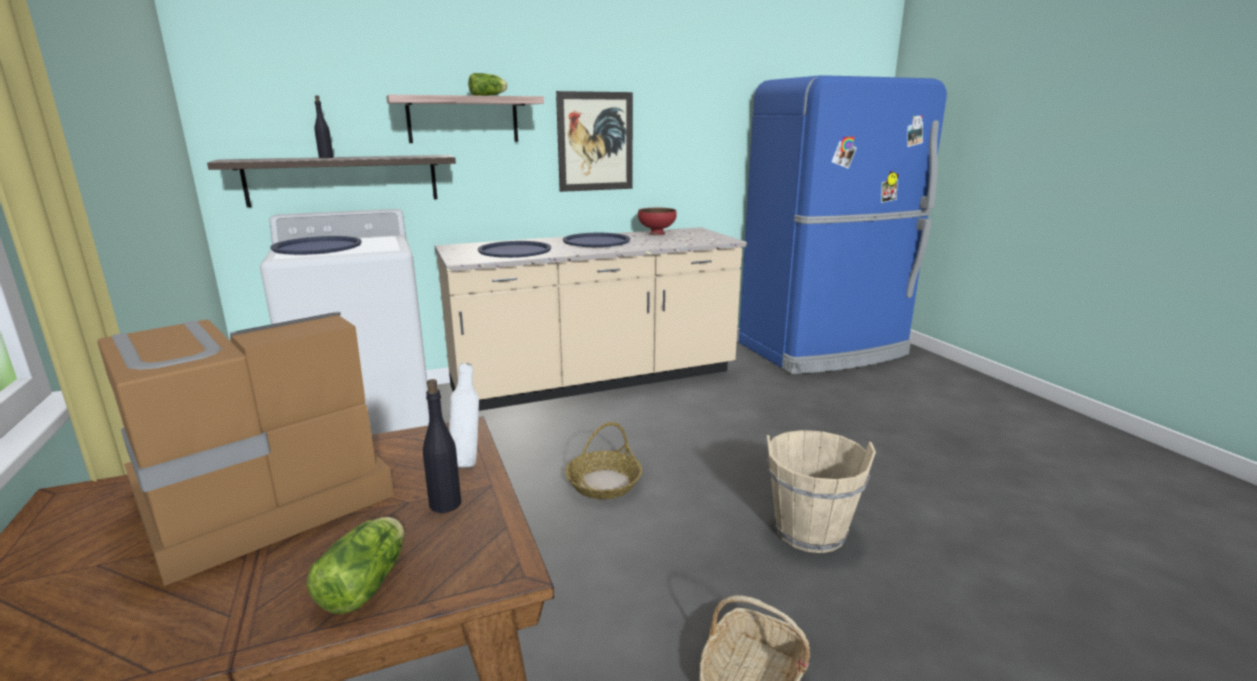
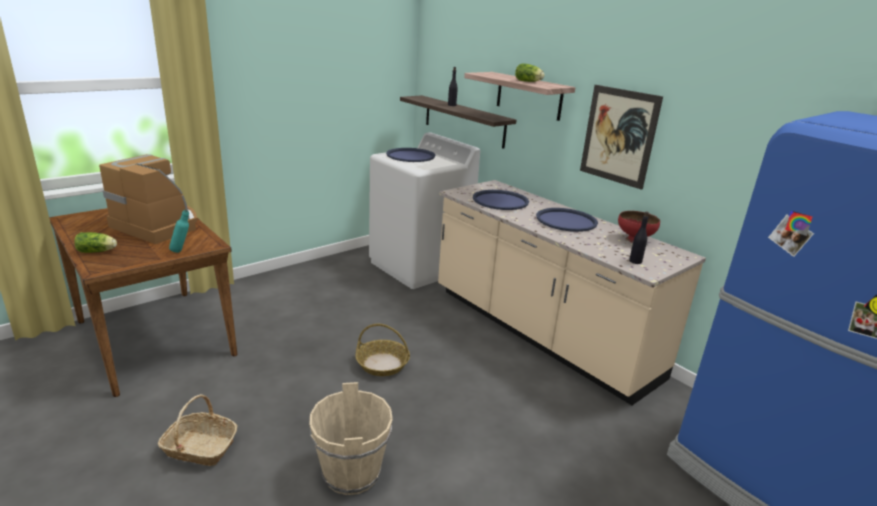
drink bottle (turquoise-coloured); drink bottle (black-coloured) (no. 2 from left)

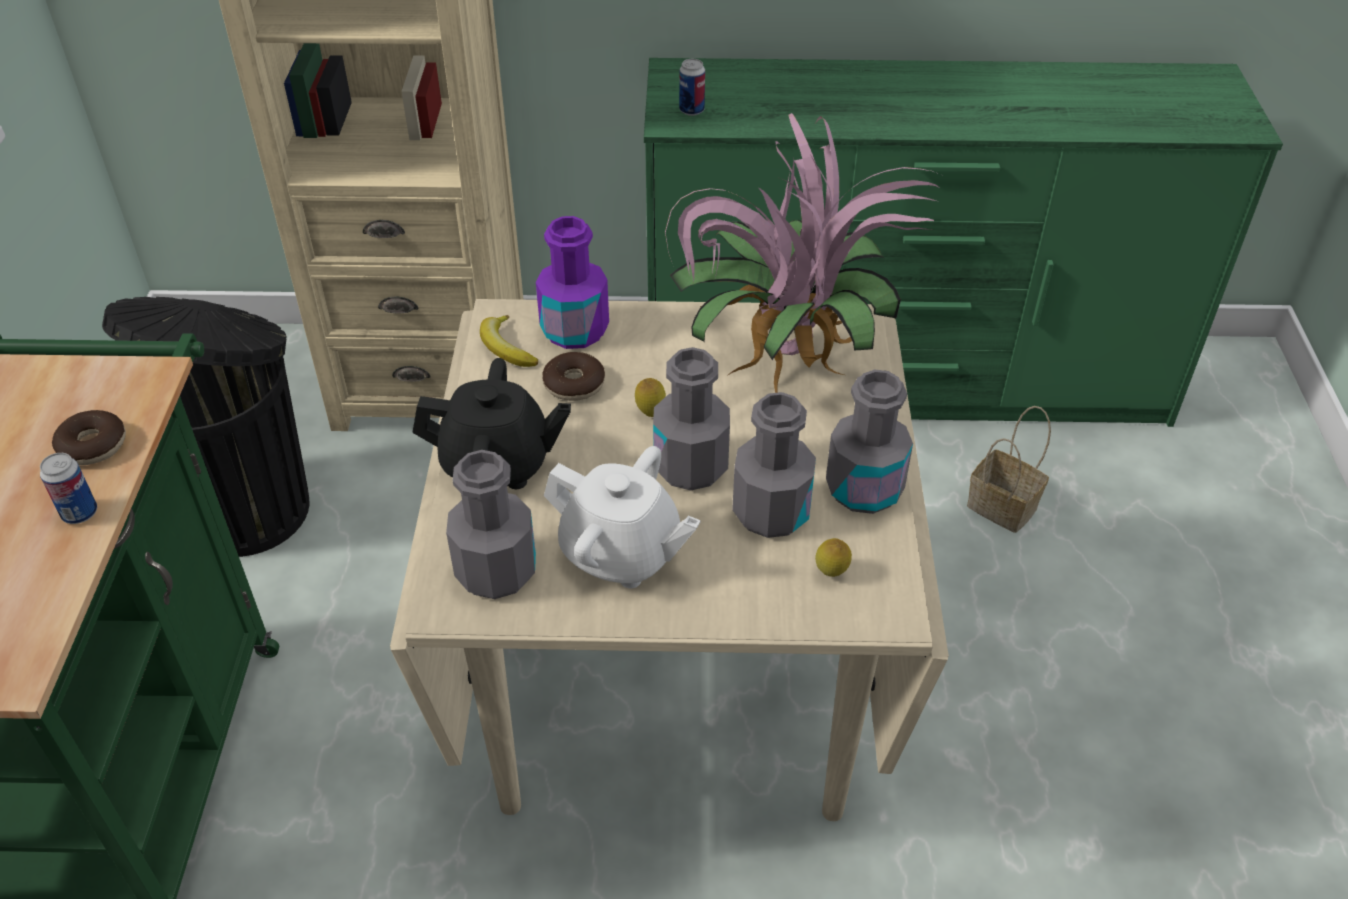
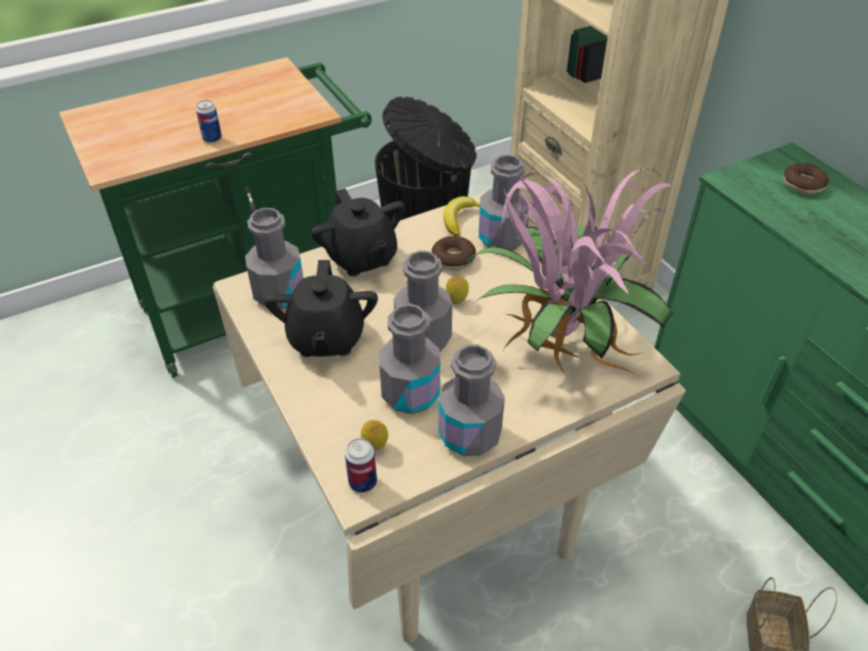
sealed can (no. 2 from left); drink bottle (gray) (no. 5 from left); ring doughnut (no. 2 from left); tea pot (black-coloured) (no. 1 from left)

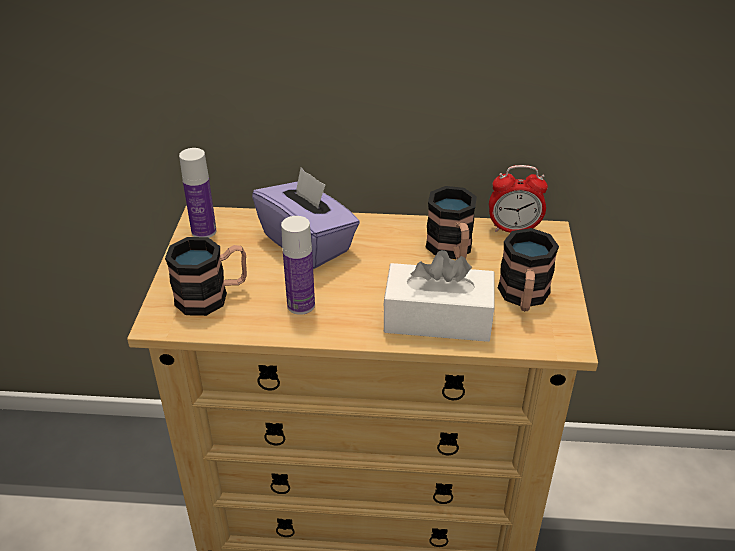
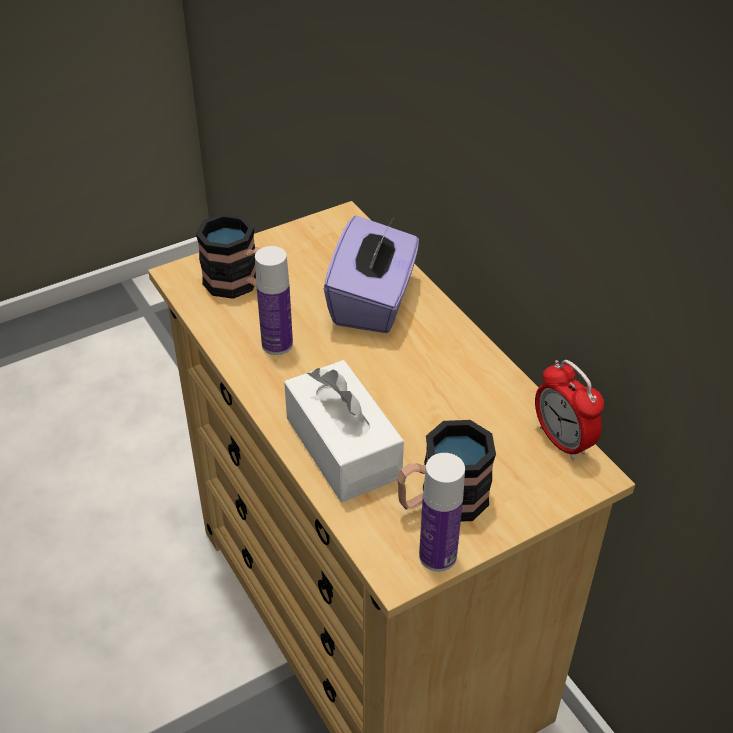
drink bottle (no. 2 from left); coffee mug (no. 2 from left in the first image)

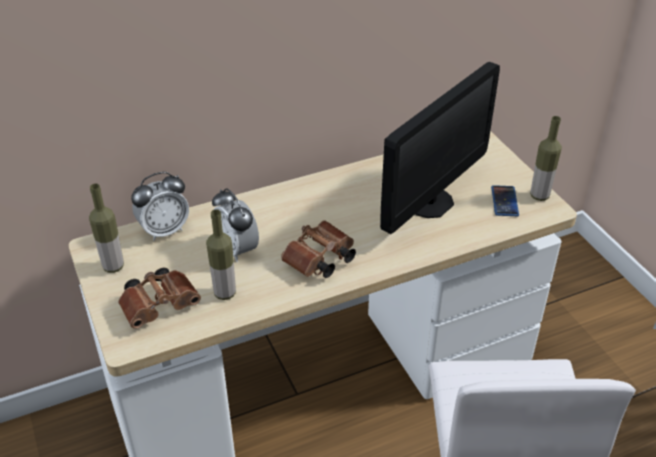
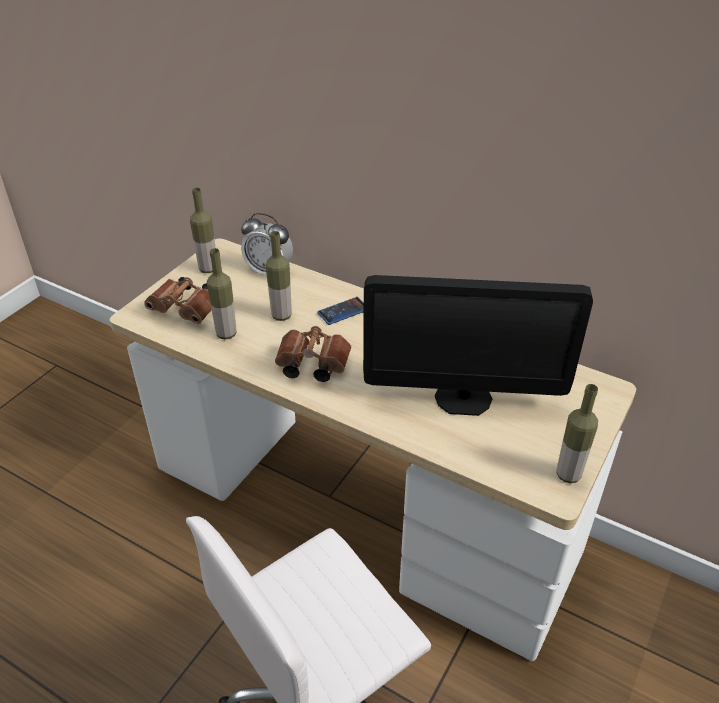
telephone; drink bottle (no. 3 from left)

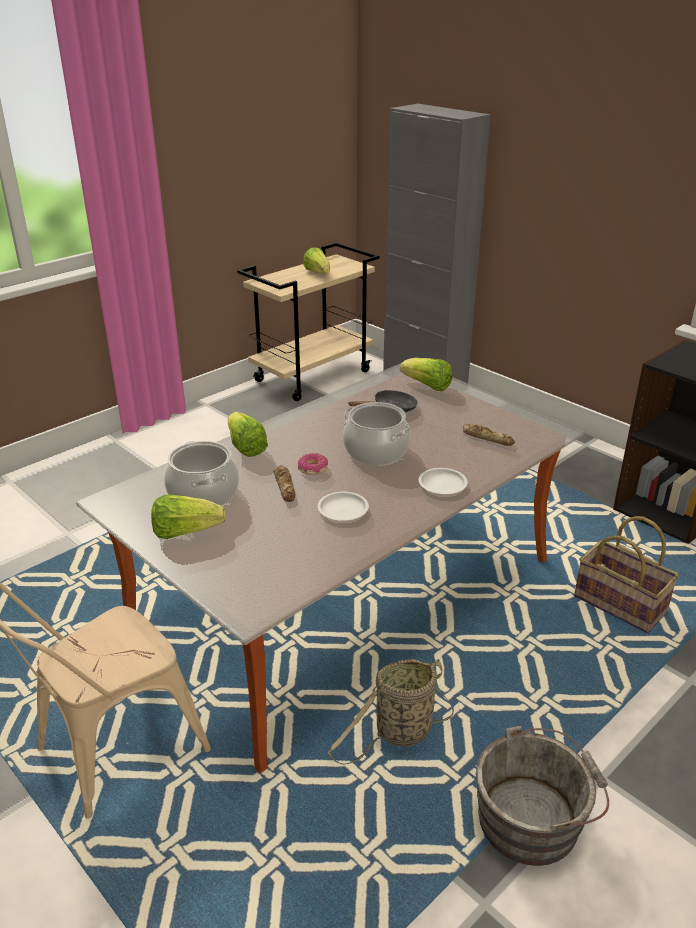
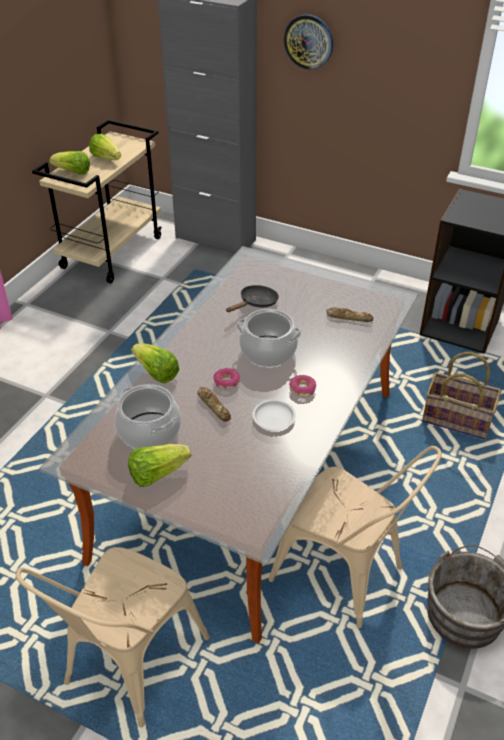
lettuce head (no. 1 from left); flat dish (white-coloured) (no. 2 from left in the first image); plain chair (beige-coloured) (no. 2 from left); clock on the wall; ring doughnut (no. 2 from left)

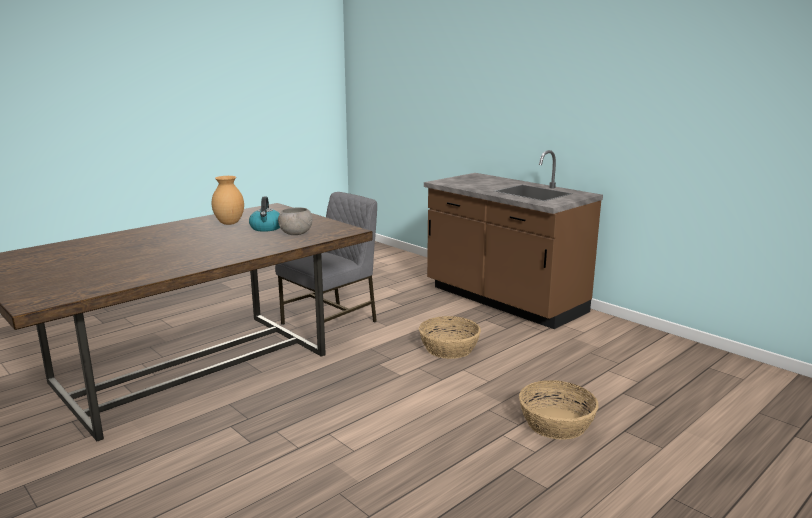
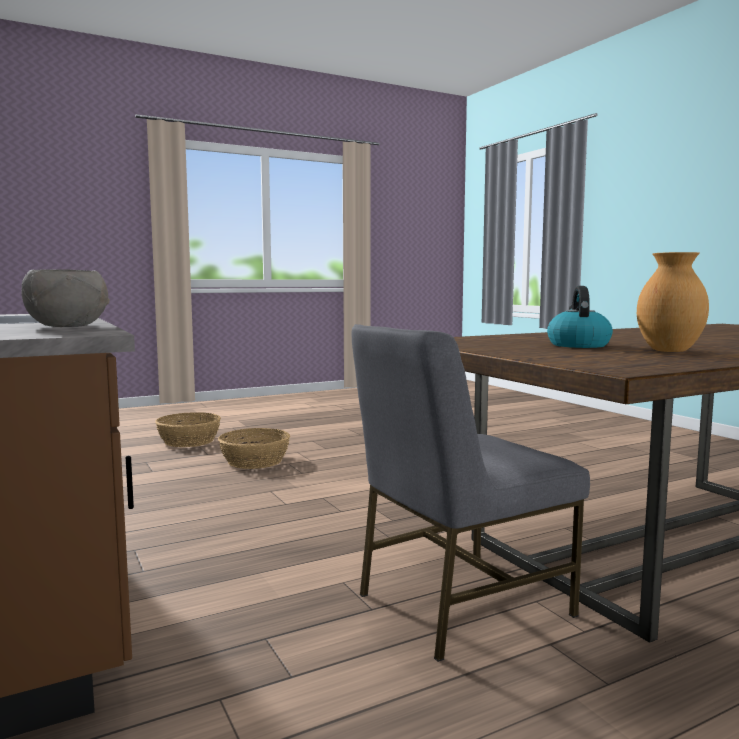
serving bowl (gray); basket (no. 1 from left)

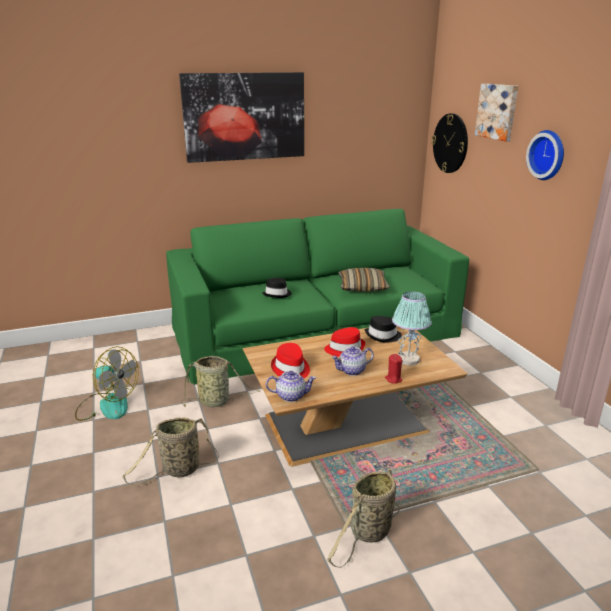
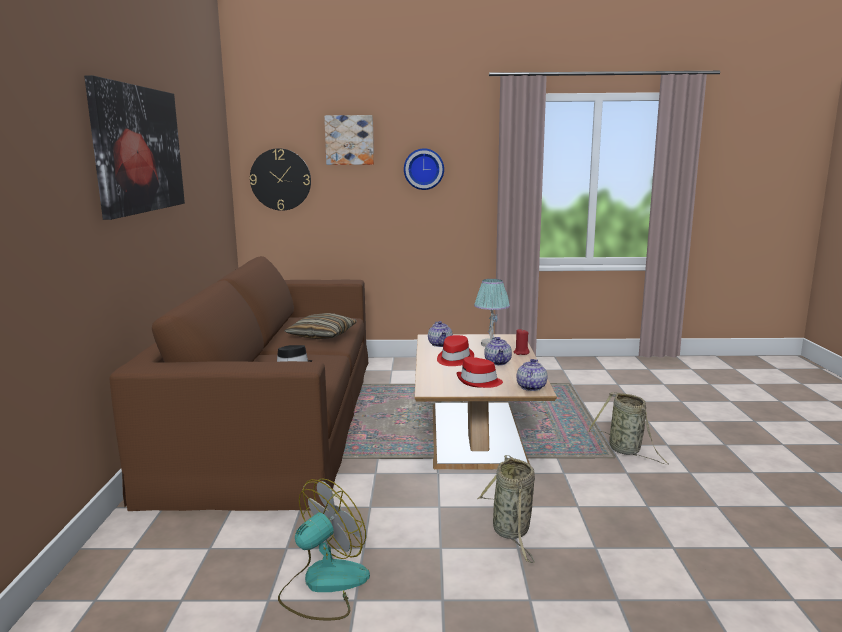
sofa (brown); tea pot (no. 1 from left); basket (no. 2 from left in the first image)

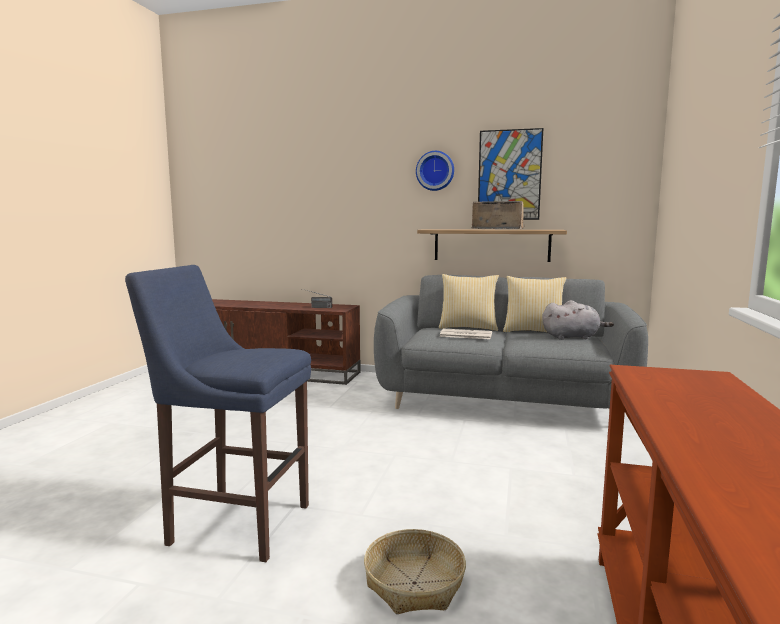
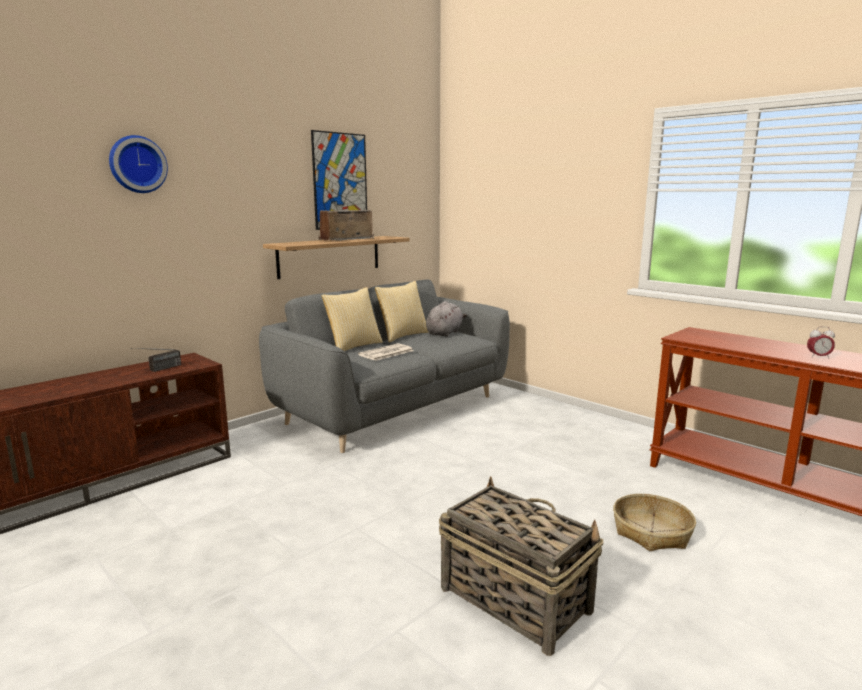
clock on the wall; basket (no. 1 from left); table clock

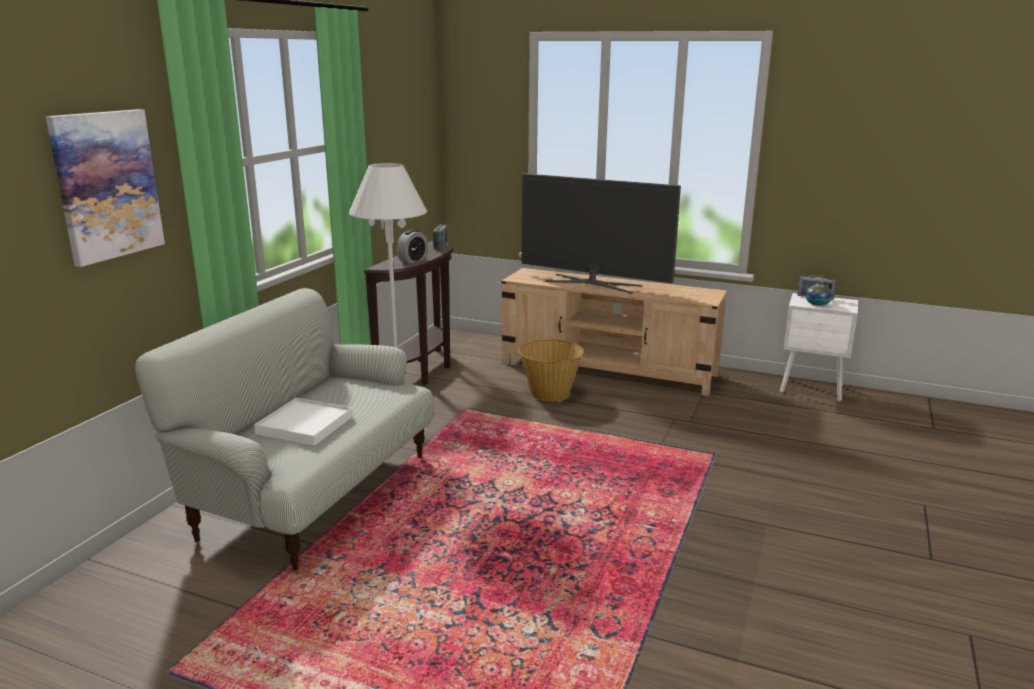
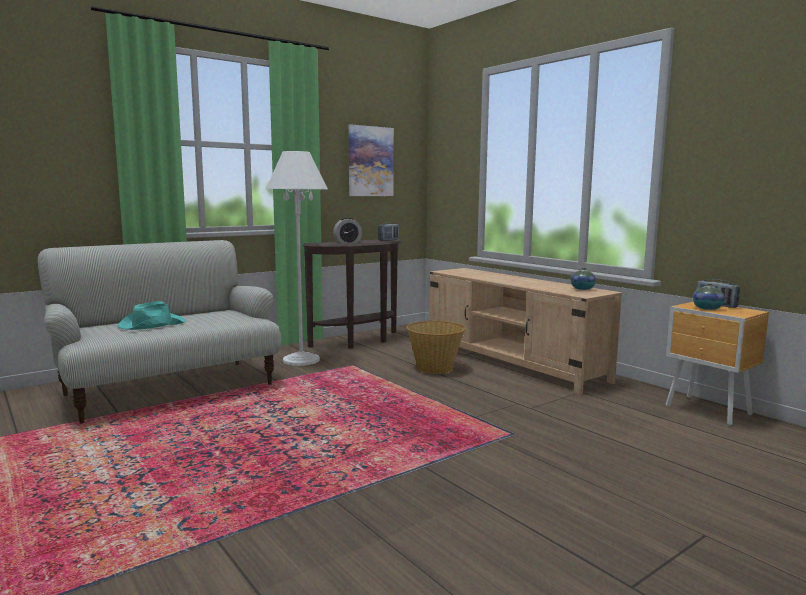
wall picture; television; bedside table (brown); clothing hat (turquoise-coloured); decorative vase (no. 1 from left)

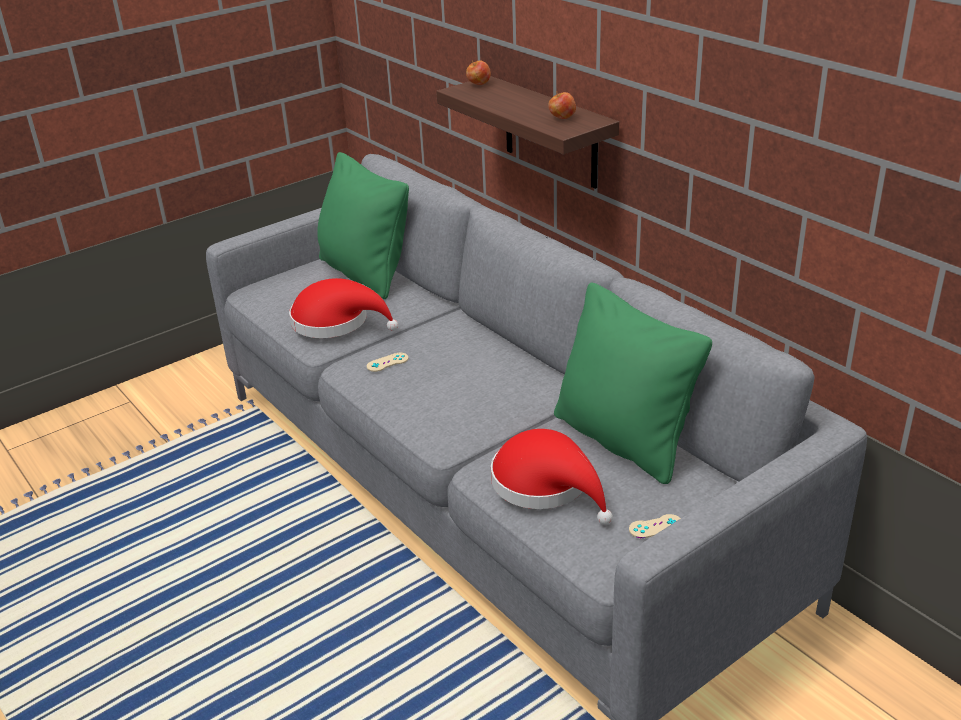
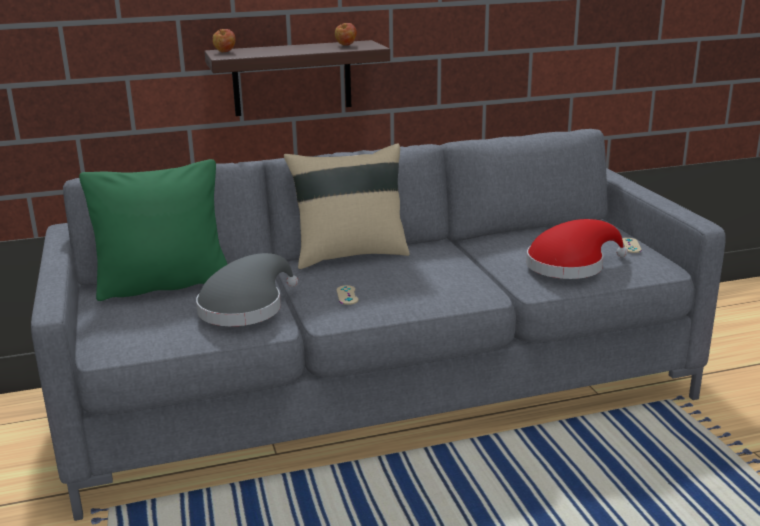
clothing hat (gray); cushion (green) (no. 2 from left in the first image); cushion (beige-coloured)

